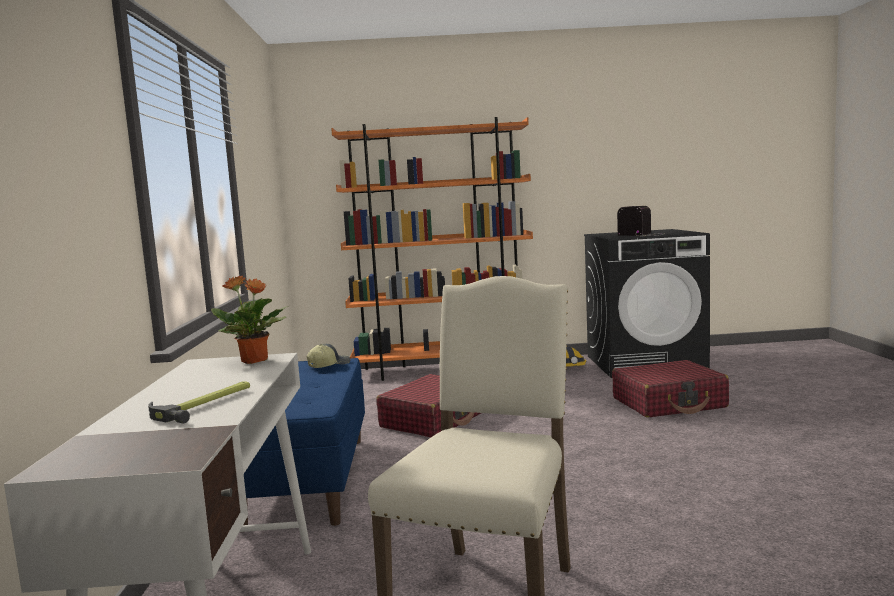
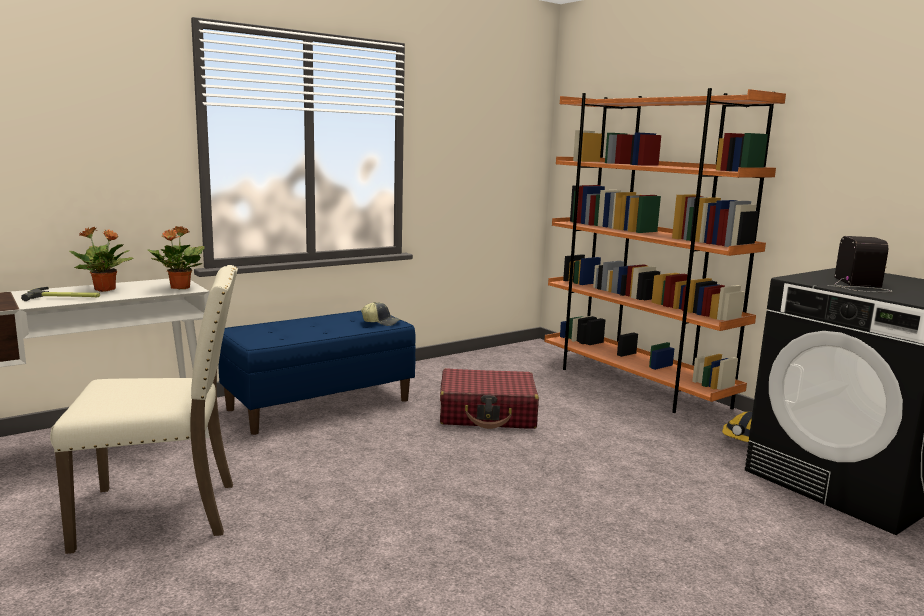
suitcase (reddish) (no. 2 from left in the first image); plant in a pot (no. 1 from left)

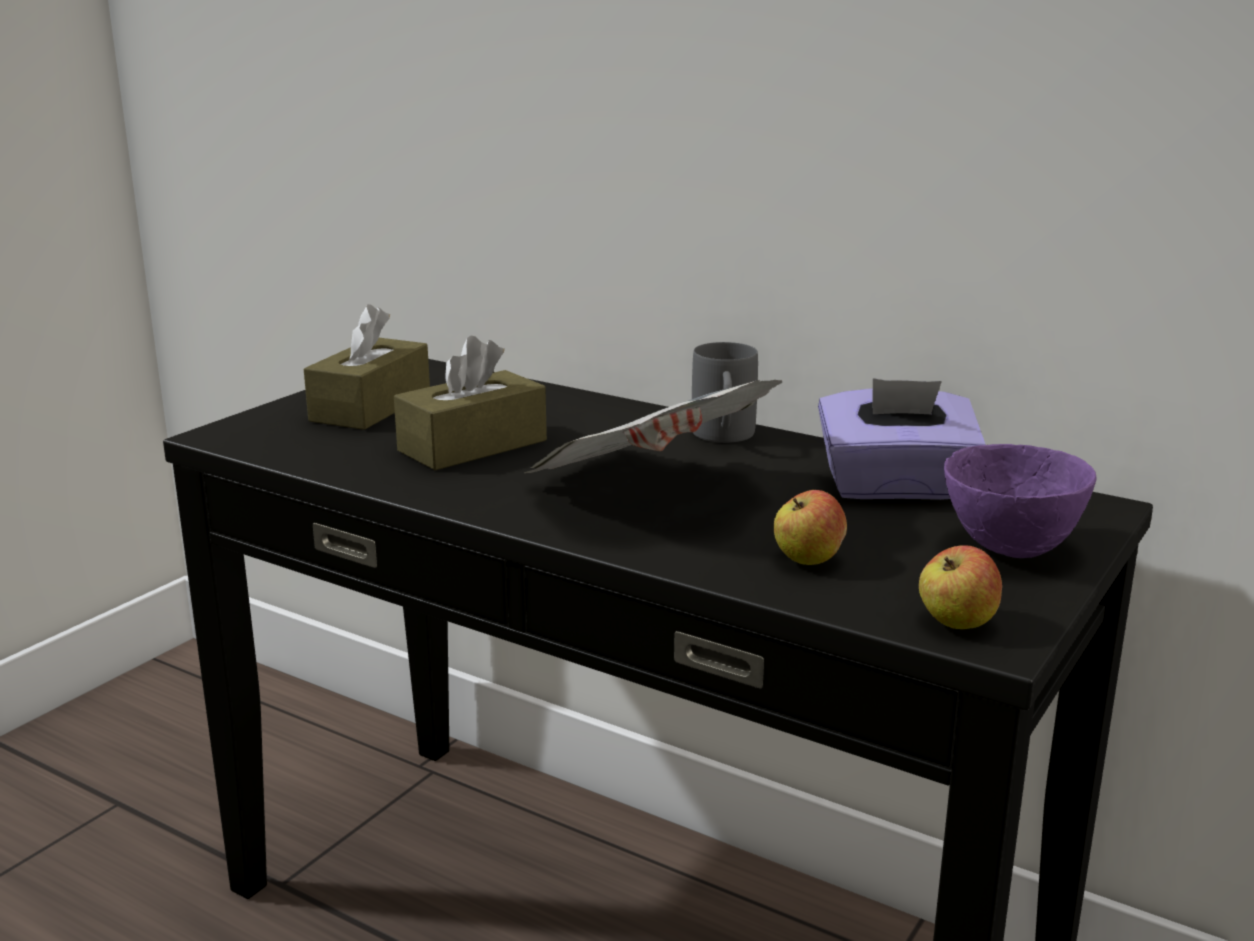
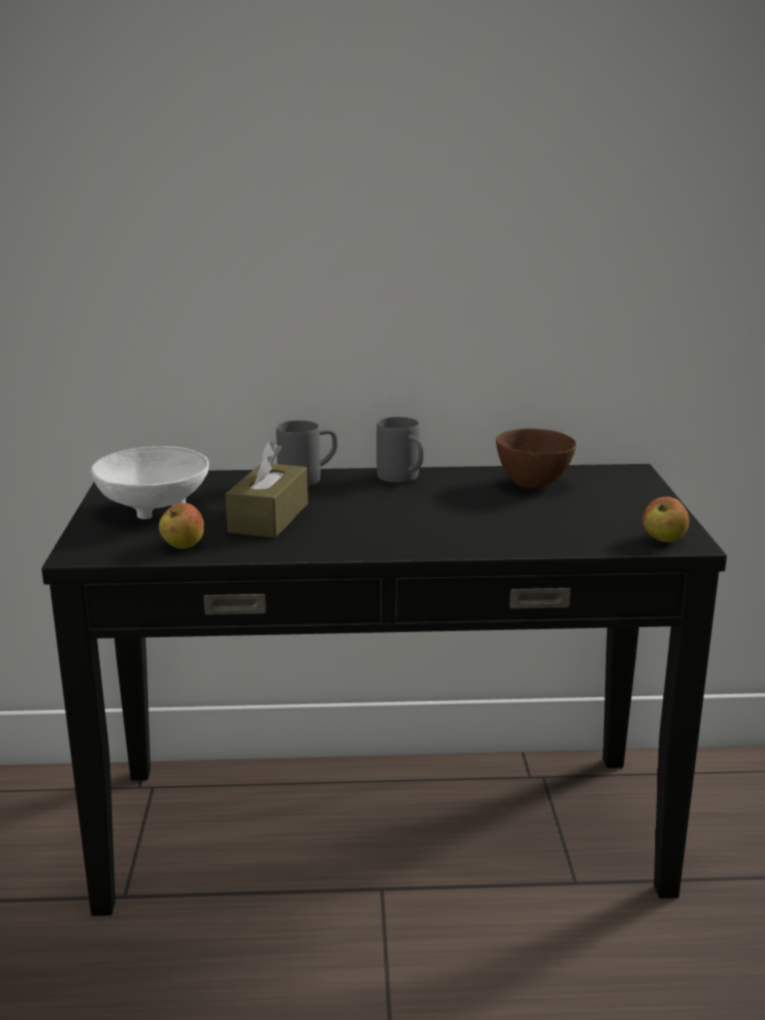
serving bowl (white-coloured); serving bowl (brown); daily paper; serving bowl (purple); whole apple (no. 1 from left); coffee mug (gray) (no. 1 from left)

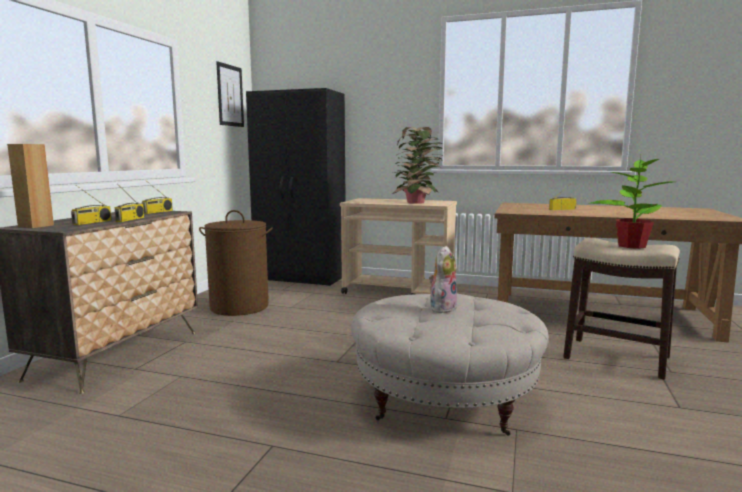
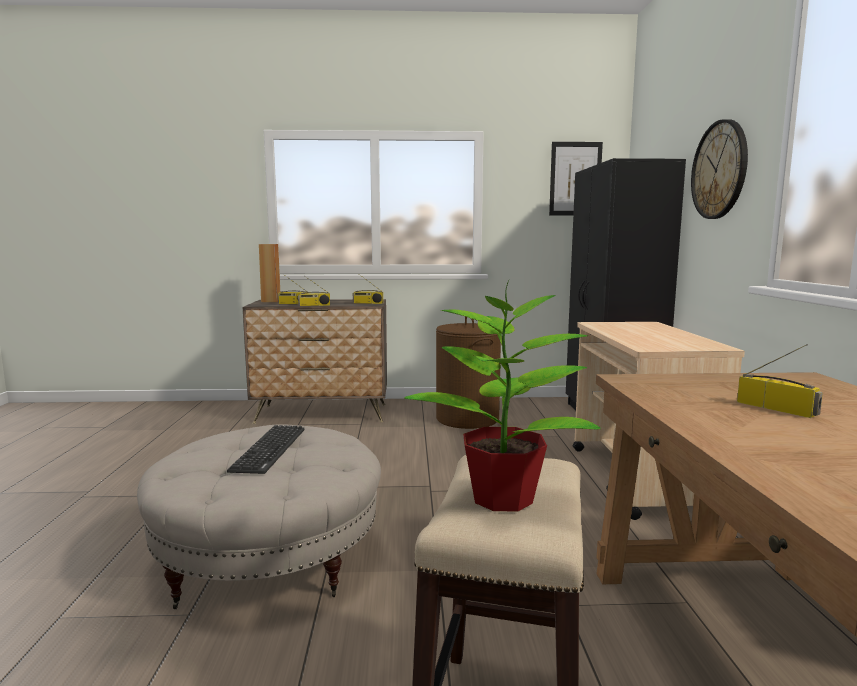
plant in a pot (no. 1 from left in the first image); computer keyboard; clock on the wall

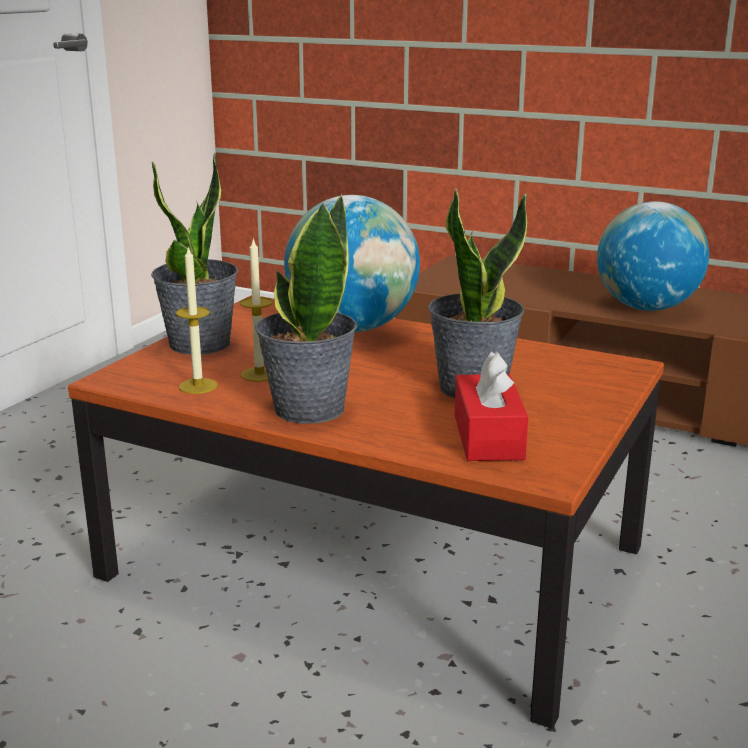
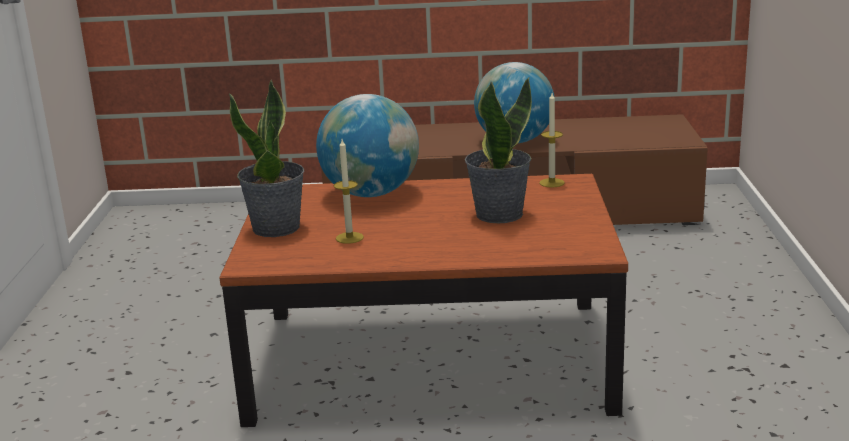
plant in a pot (no. 2 from left in the first image); wax light (no. 2 from left); tissue box (reddish)

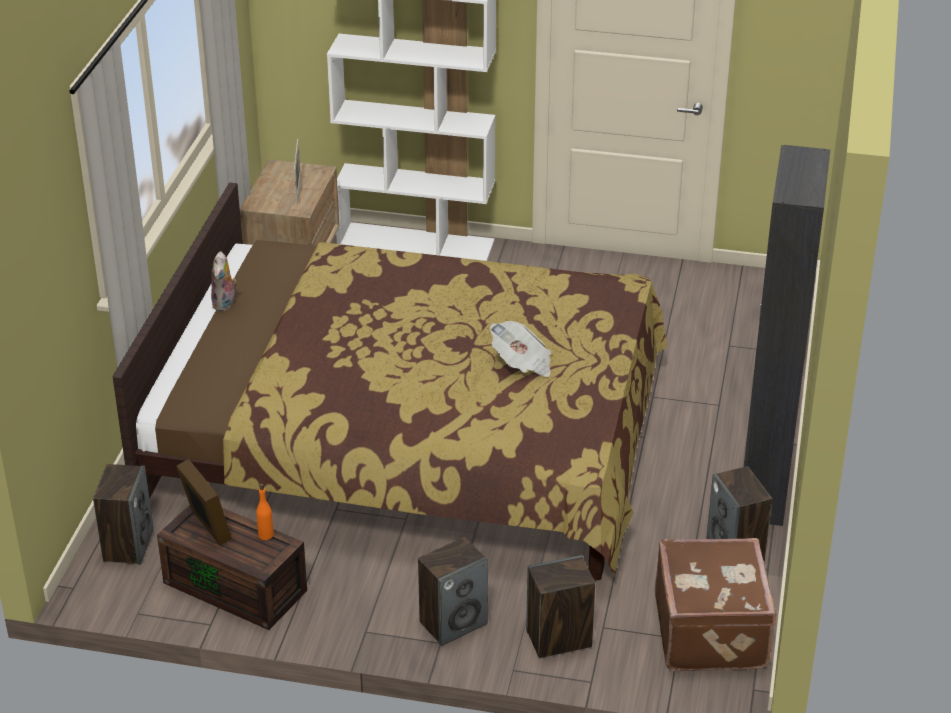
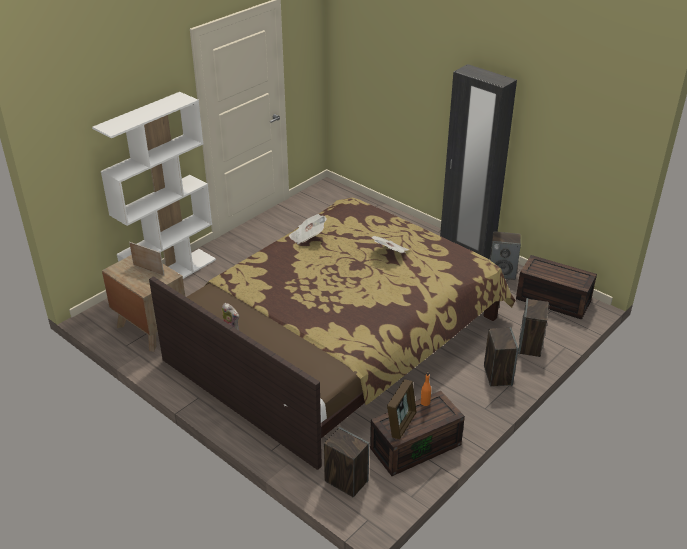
photo frame (no. 2 from left); storage bin (brown) (no. 2 from left); daily paper (no. 1 from left)

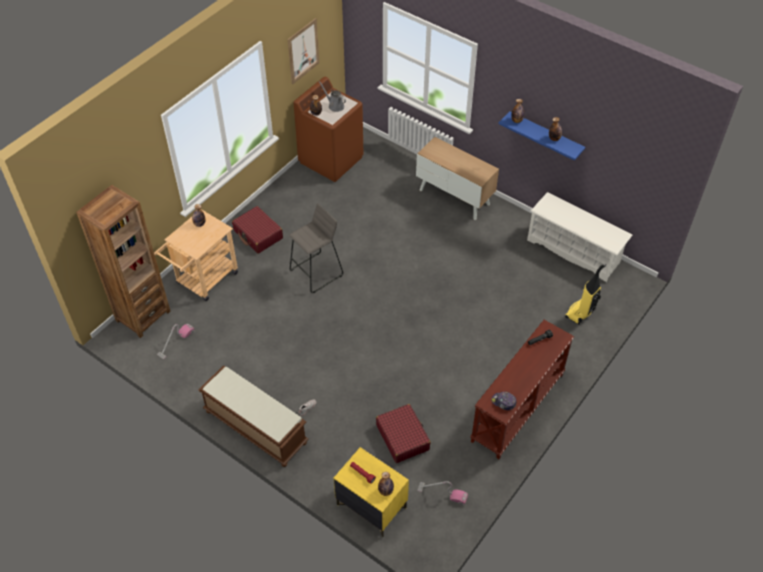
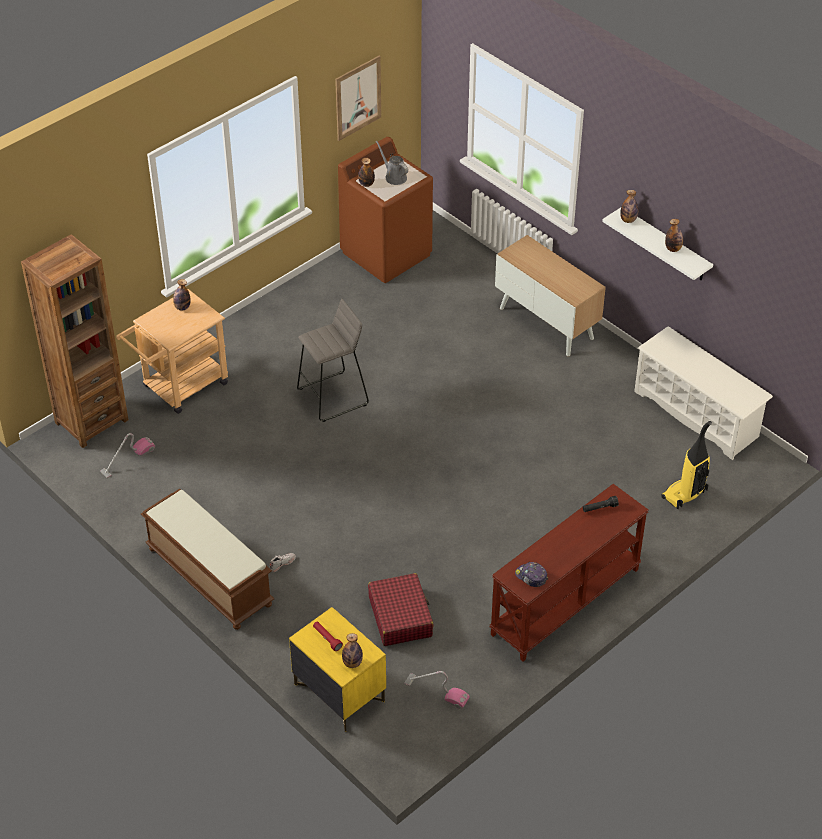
bracket shelf (white-coloured); suitcase (reddish) (no. 1 from left in the first image)

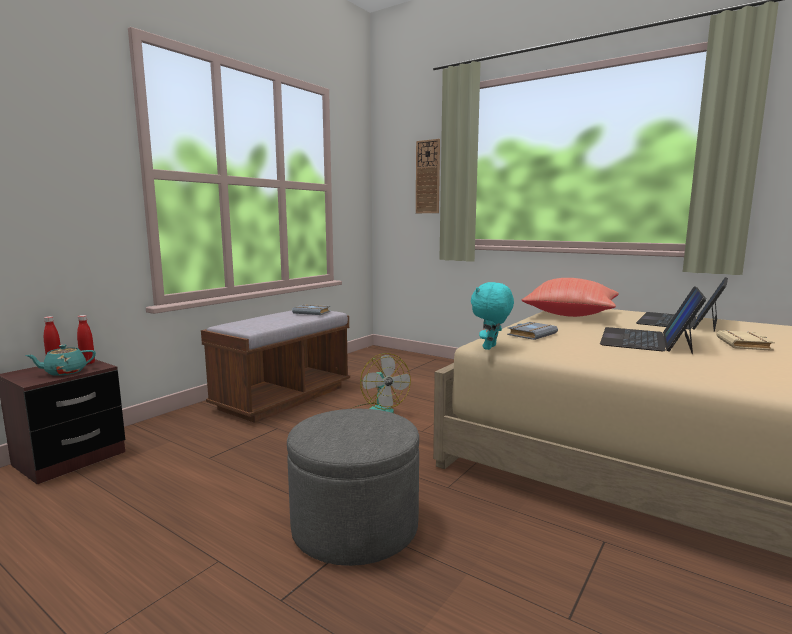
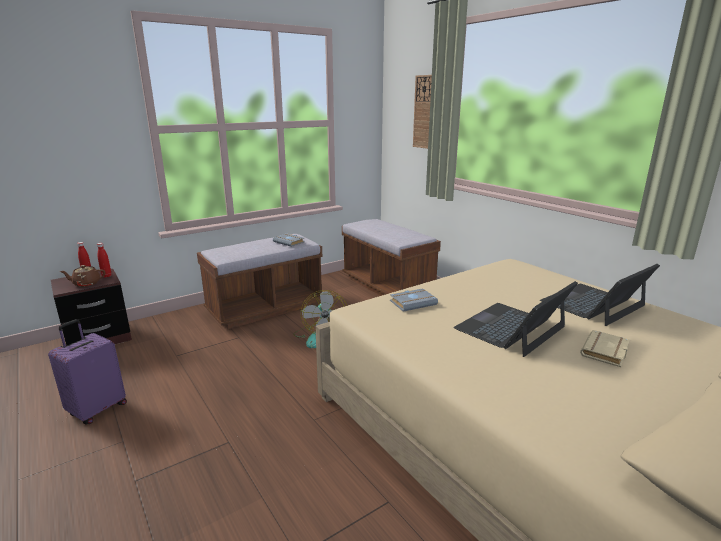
cushion (reddish); soft toy (turquoise-coloured); tea pot (brown); ottoman (gray); bench (brown) (no. 2 from left); suitcase (purple)

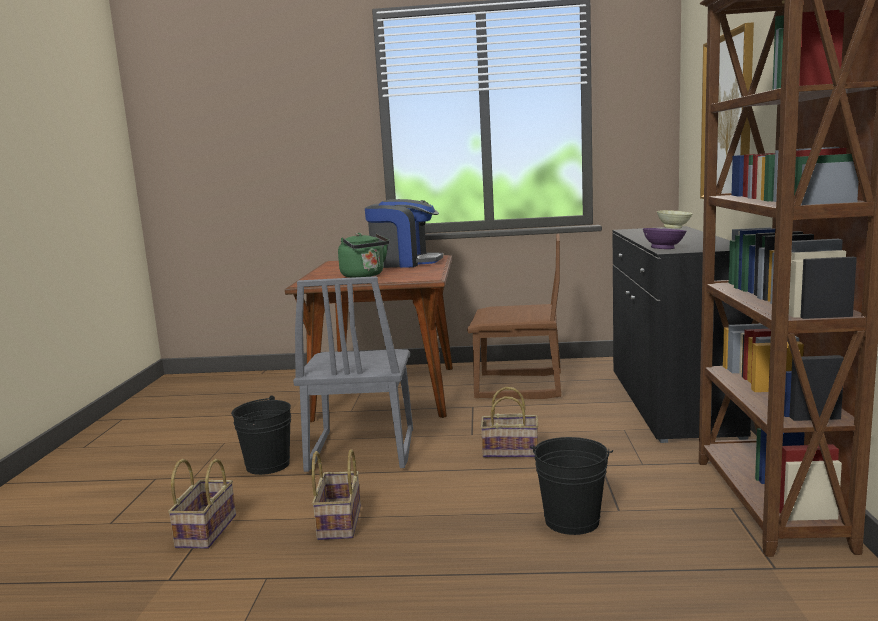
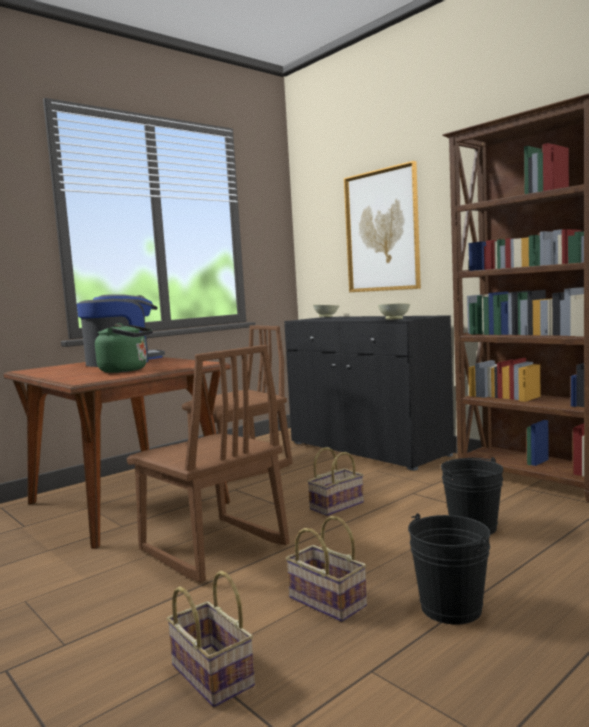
serving bowl (beige-coloured) (no. 2 from left); plain chair (brown) (no. 1 from left); water bucket (black-coloured) (no. 1 from left)

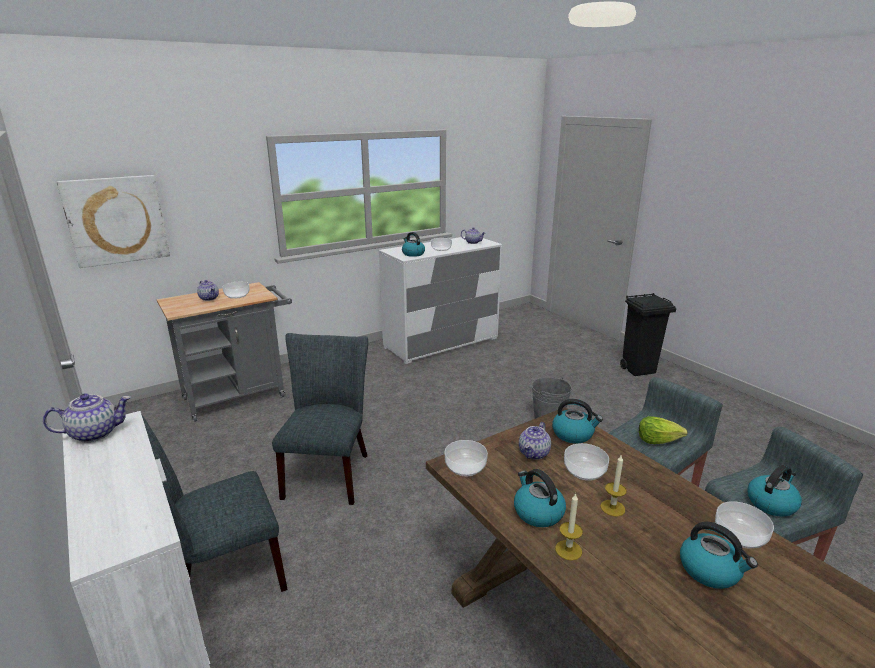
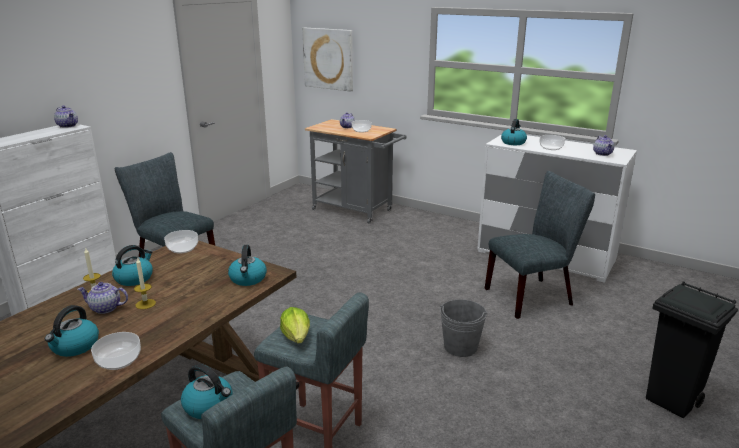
plain chair (gray) (no. 2 from left); tea pot (no. 2 from left); serving bowl (no. 4 from left in the first image)

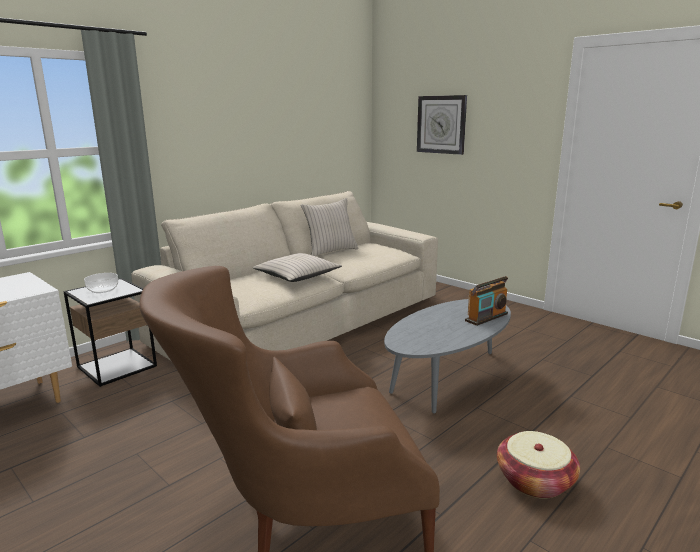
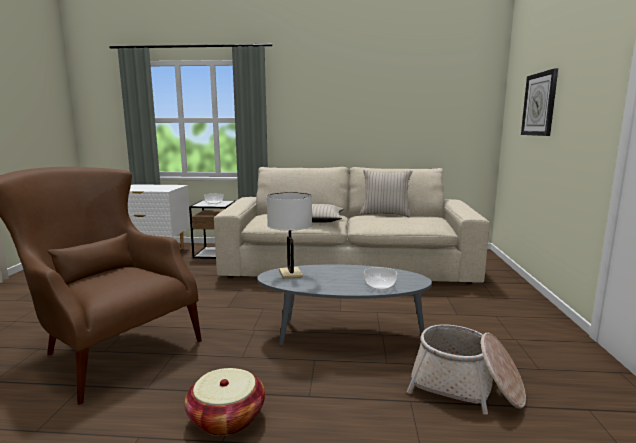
serving bowl (no. 2 from left); table lamp (white-coloured); basket (no. 2 from left)

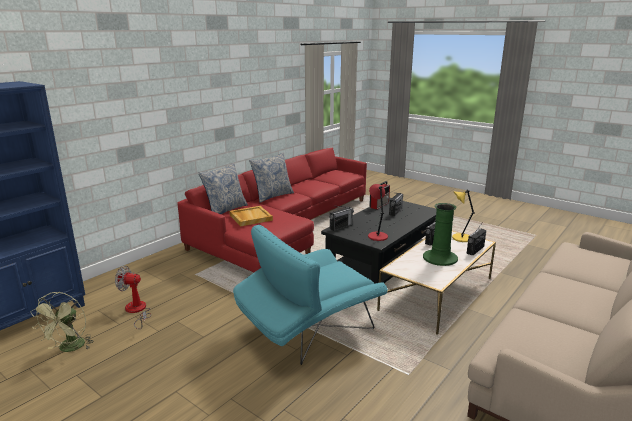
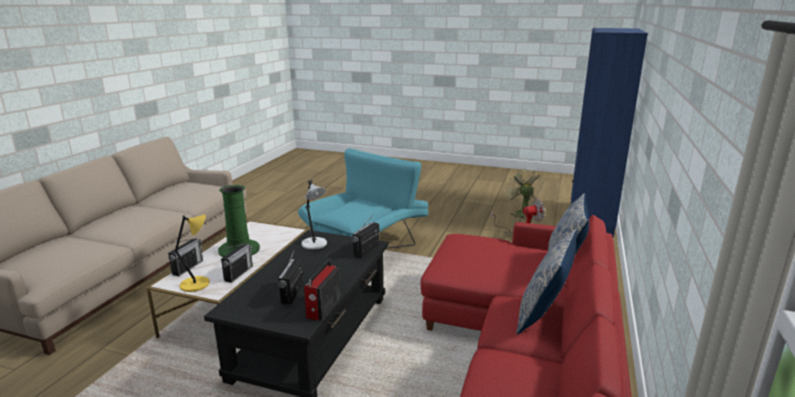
table lamp (gray); serving tray (beige-coloured)

